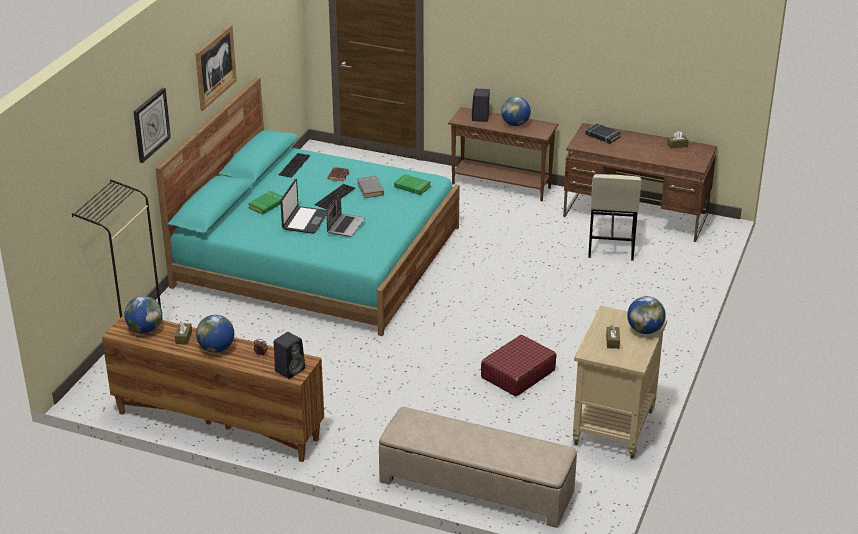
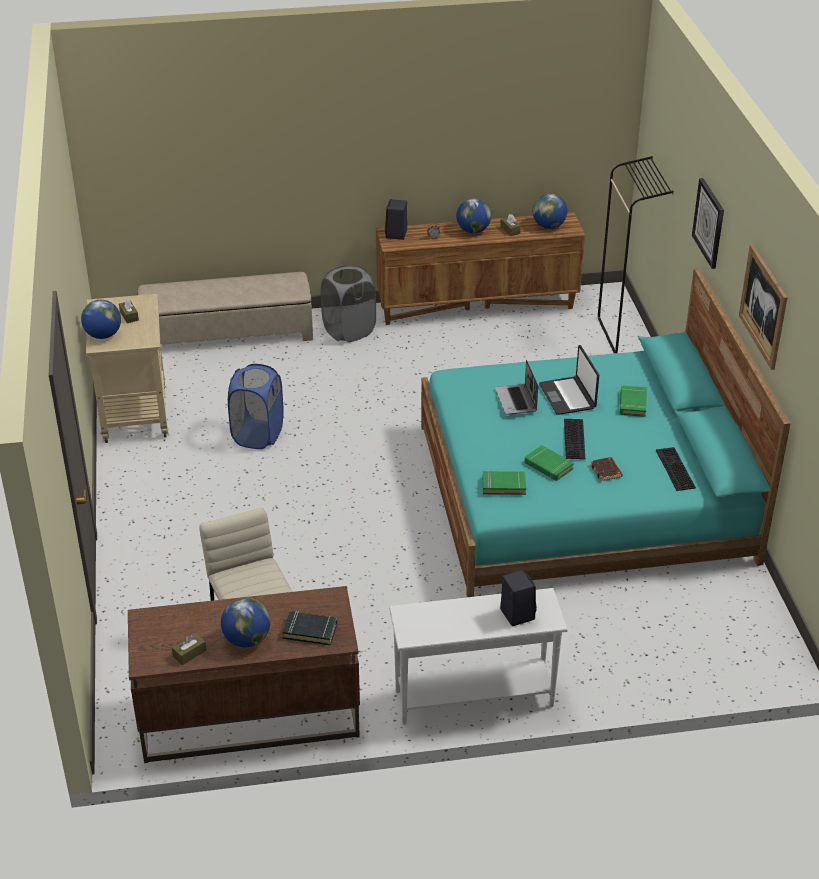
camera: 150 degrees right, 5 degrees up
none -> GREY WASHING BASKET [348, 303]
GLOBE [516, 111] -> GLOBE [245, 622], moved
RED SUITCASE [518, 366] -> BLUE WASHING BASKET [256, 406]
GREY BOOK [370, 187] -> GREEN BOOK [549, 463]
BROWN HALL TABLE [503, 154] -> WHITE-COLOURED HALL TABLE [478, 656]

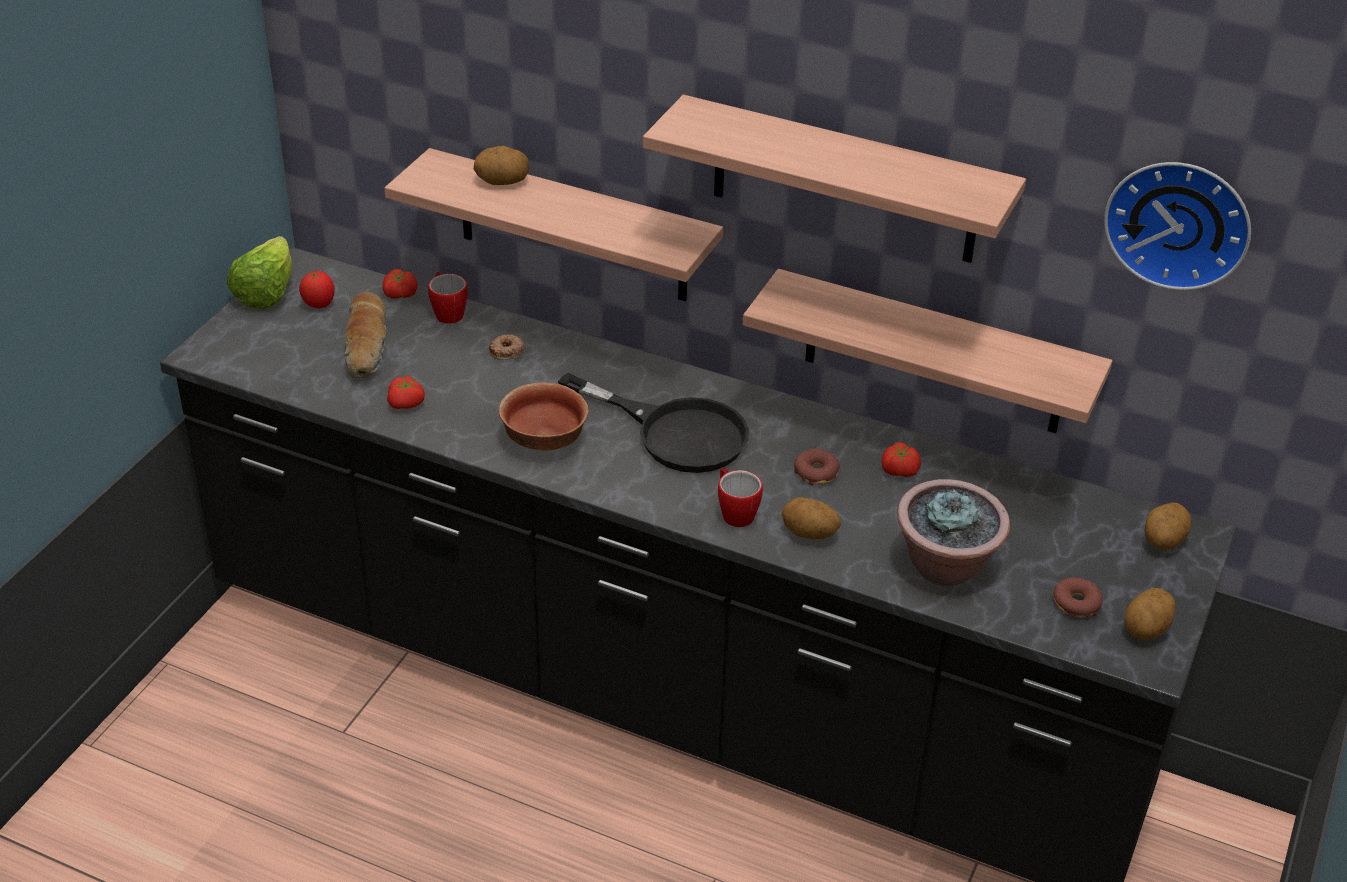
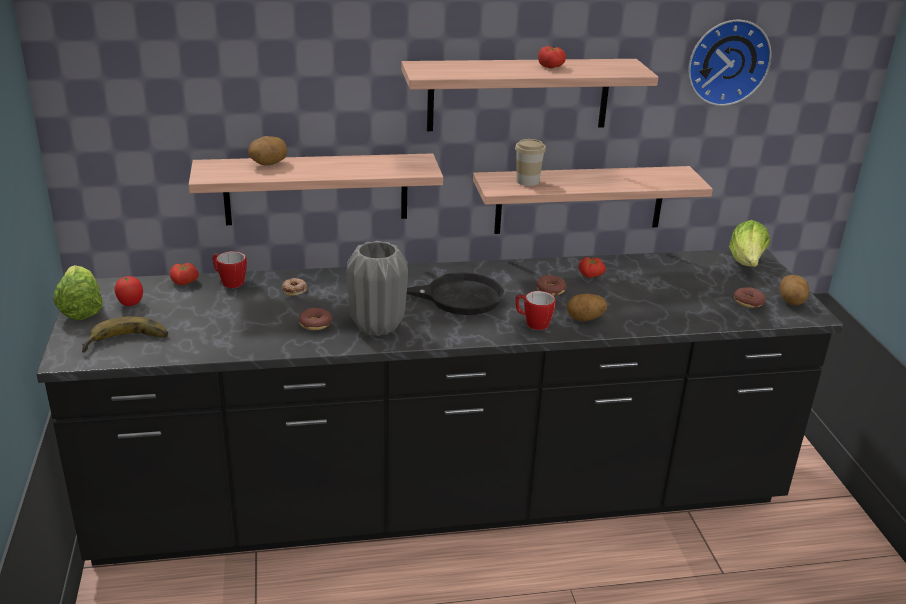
camera: 35 degrees left, 10 degrees down
BAKERY BREAD [365, 335] -> none
PLANT IN A POT [953, 532] -> none
none -> BANANA FRUIT [125, 334]
none -> DOUGHNUT [315, 319]
none -> CUP [530, 162]
FRESH TOMATO [406, 392] -> FRESH TOMATO [552, 57], moved
SERVING BOWL [544, 416] -> GREY DECORATIVE VASE [377, 288]
POTATO [1168, 526] -> HEAD OF LETTUCE [749, 243]

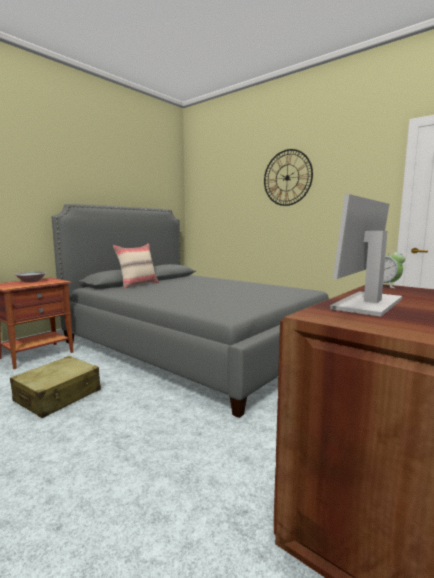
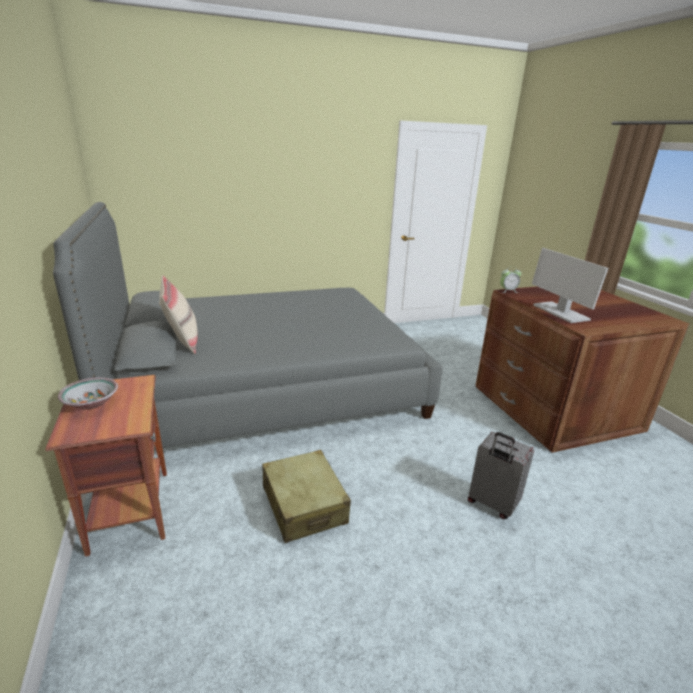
camera: 60 degrees left, 15 degrees up
HANGING CLOCK [288, 177] -> none
none -> GREY SUITCASE [501, 475]

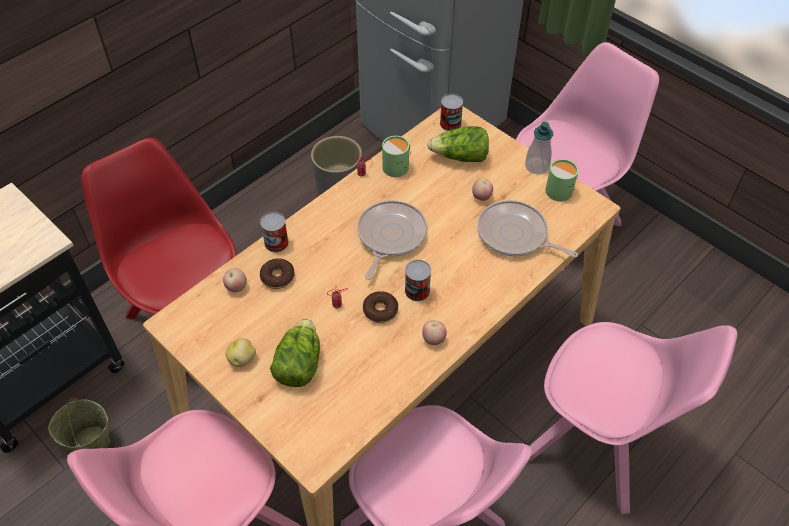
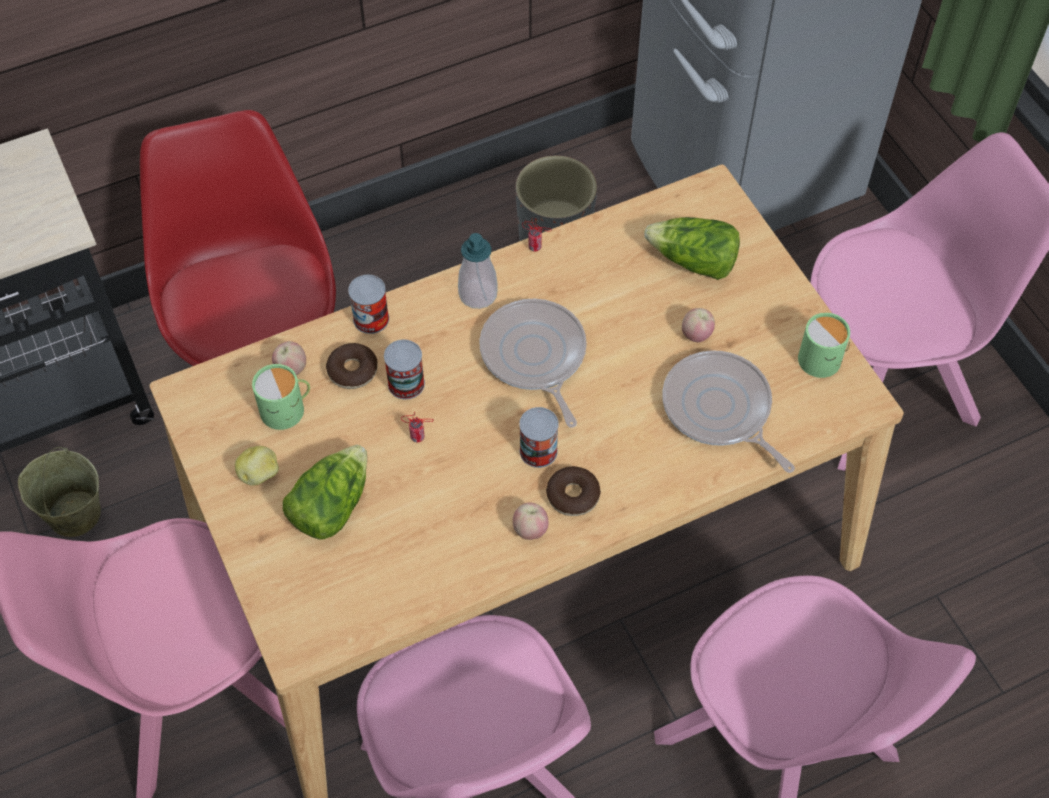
camera: 20 degrees right, 5 degrees up
DOUGHNUT [380, 307] -> DOUGHNUT [573, 491], moved
GREEN COFFEE MUG [396, 156] -> GREEN COFFEE MUG [281, 397], moved
SEALED CAN [451, 112] -> SEALED CAN [404, 369], moved
SOAP BOTTLE [539, 148] -> SOAP BOTTLE [478, 271], moved
FRYING PAN [392, 240] -> FRYING PAN [533, 363], 60 degrees counterclockwise

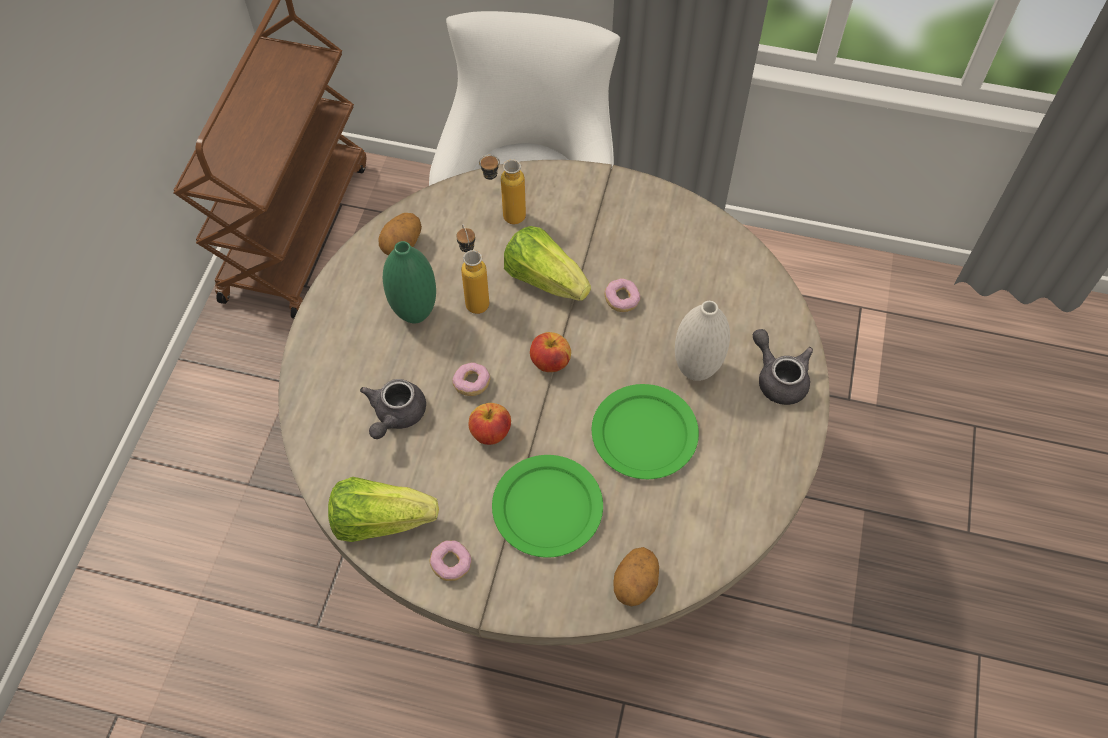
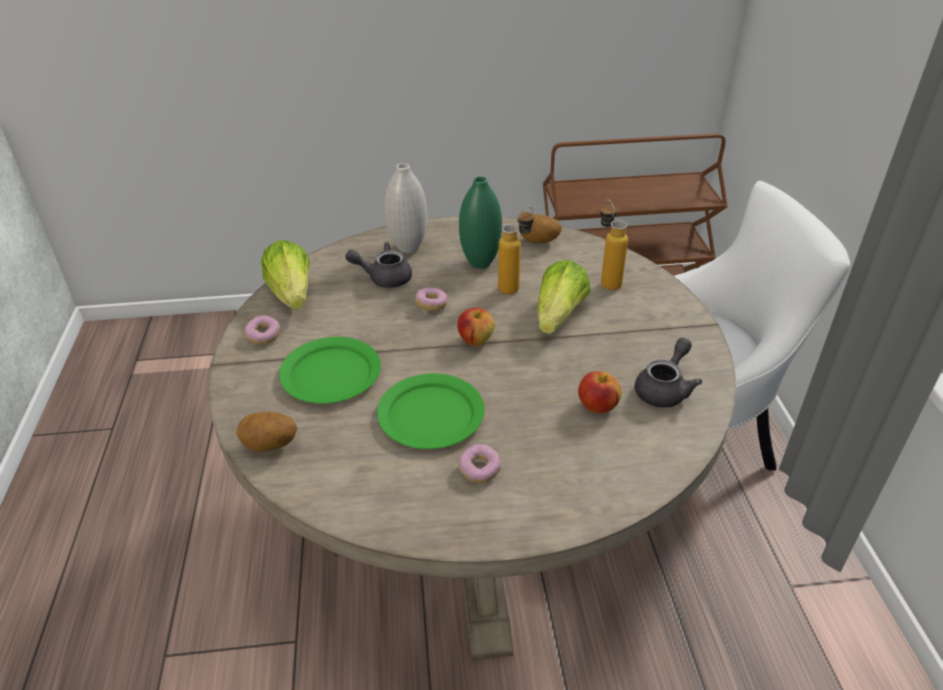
camera: 70 degrees right, 20 degrees down
APPLE FRUIT [490, 424] -> APPLE FRUIT [600, 392], moved
DOUGHNUT [622, 295] -> DOUGHNUT [480, 463], moved
WHITE-COLOURED DECORATIVE VASE [702, 341] -> WHITE-COLOURED DECORATIVE VASE [406, 208], moved
GREY TEAPOT [783, 367] -> GREY TEAPOT [668, 373], moved

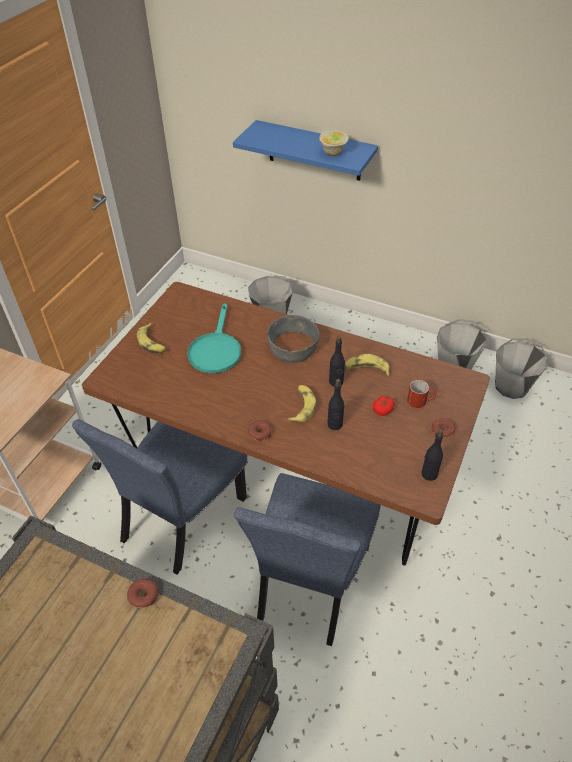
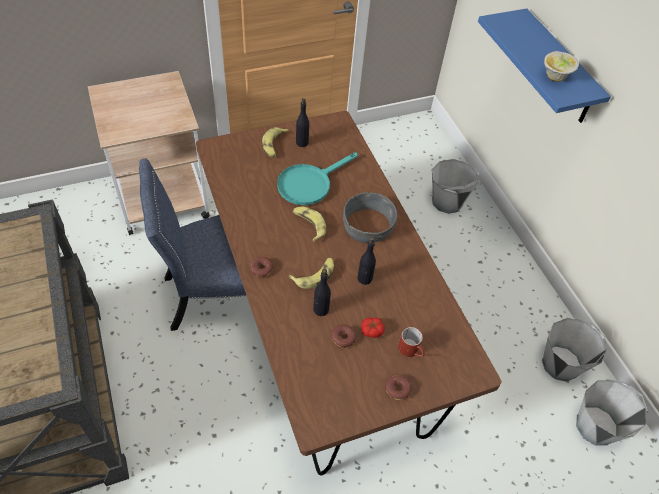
camera: 40 degrees right, 5 degrees up
BLUE CHAIR [307, 559] -> none
DOUGHNUT [143, 593] -> DOUGHNUT [343, 336], moved
BANANA FRUIT [367, 365] -> BANANA FRUIT [309, 224], moved
BLACK BOTTLE [432, 455] -> BLACK BOTTLE [302, 122], moved

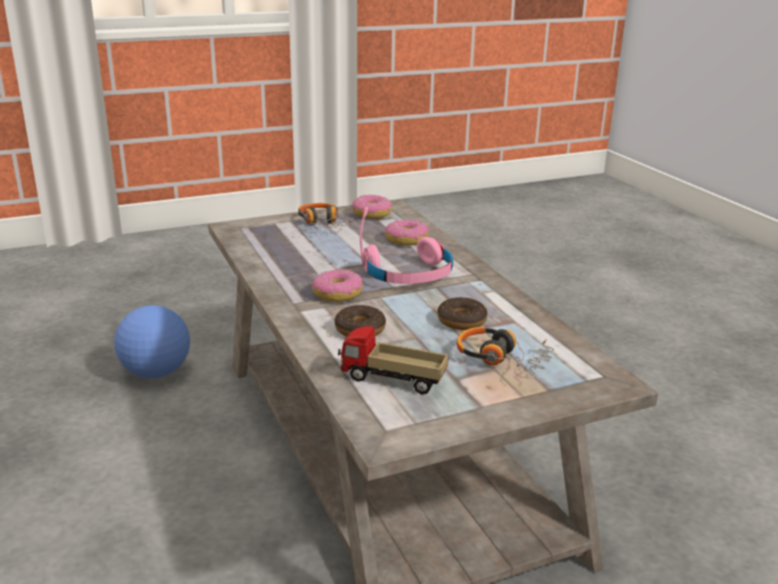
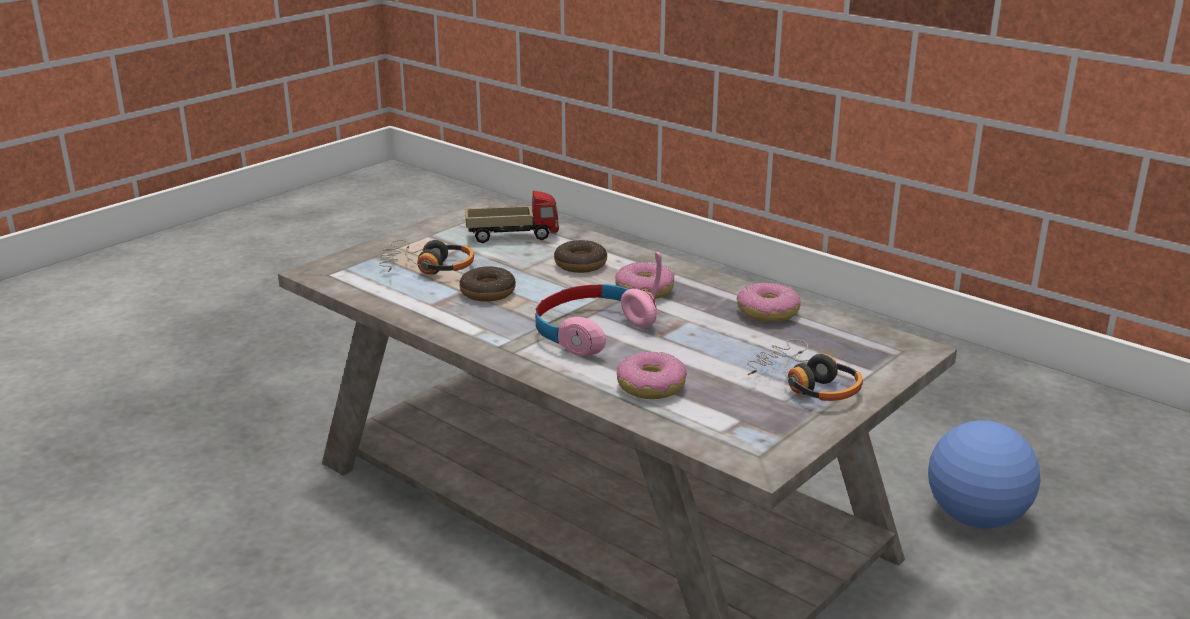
camera: 155 degrees right, 0 degrees up
DOUGHNUT [372, 207] -> DOUGHNUT [768, 302], moved

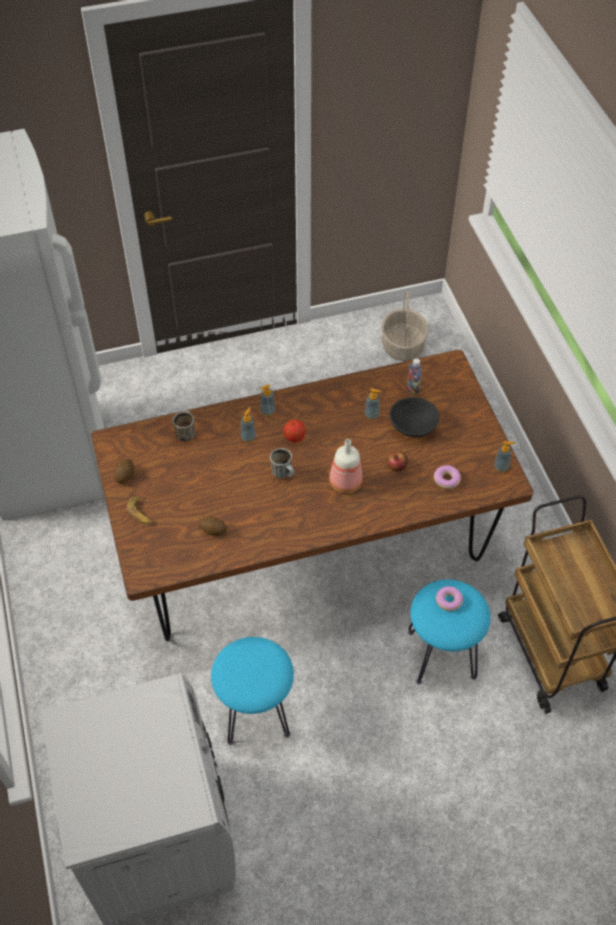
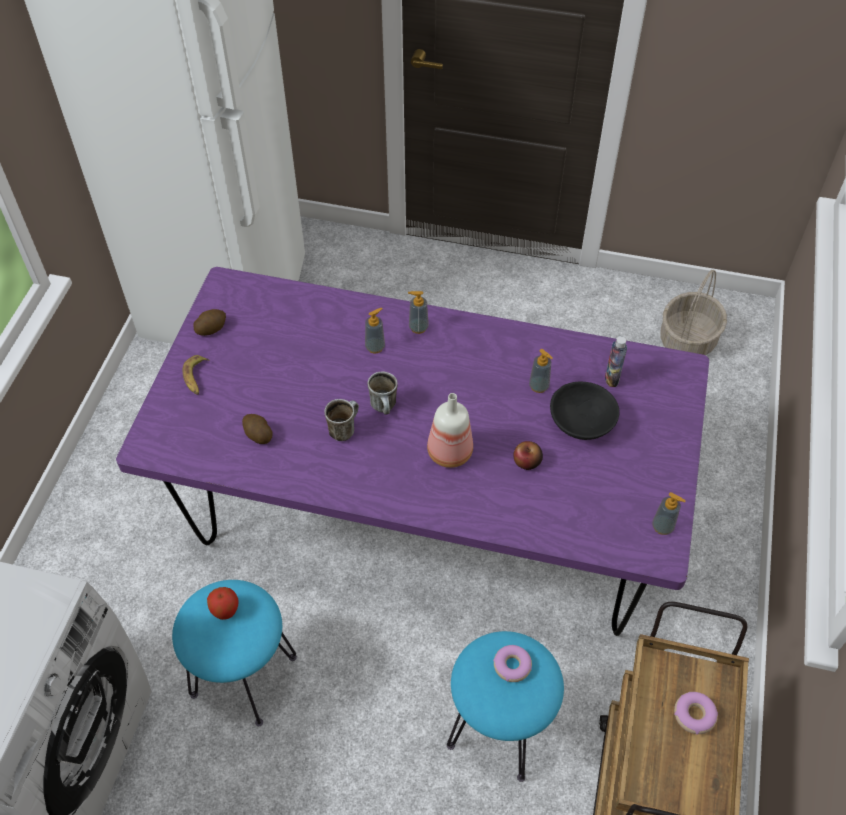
camera: 30 degrees right, 0 degrees up
COFFEE MUG [184, 426] -> COFFEE MUG [341, 420], moved
APPLE FRUIT [294, 431] -> APPLE FRUIT [222, 603], moved
DOUGHNUT [447, 477] -> DOUGHNUT [696, 713], moved
BROWN DINING TABLE [312, 495] -> PURPLE DINING TABLE [412, 451]

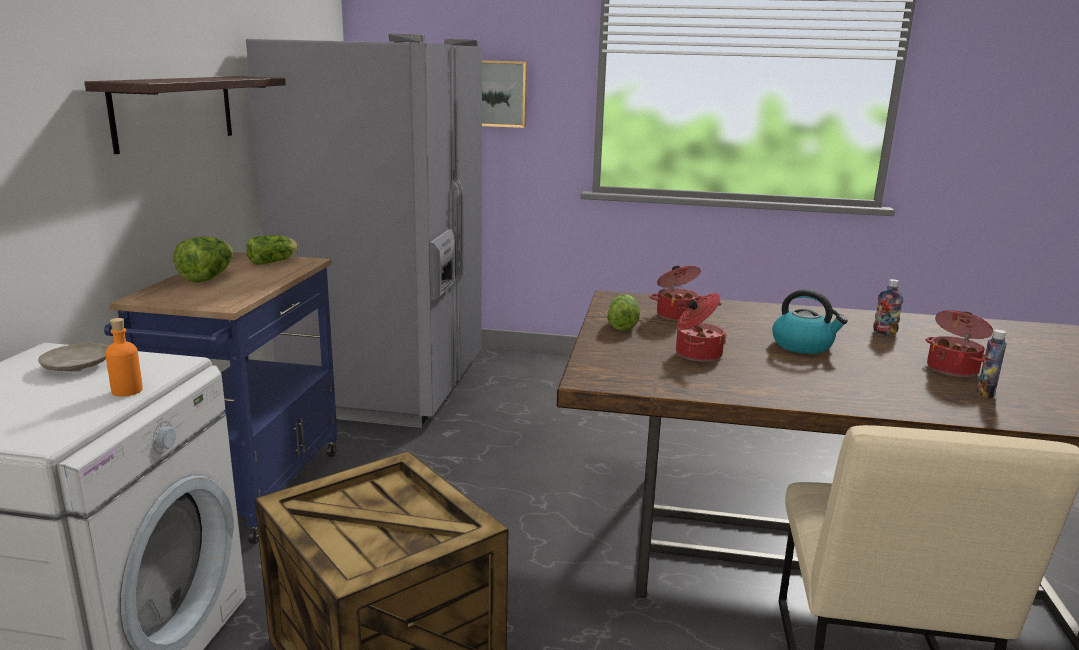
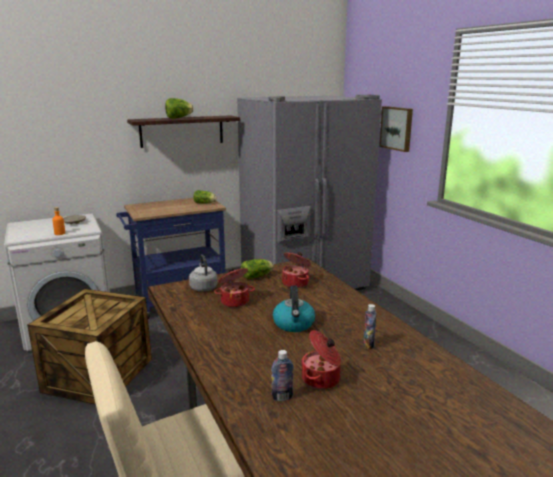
camera: 55 degrees right, 0 degrees up
none -> GREY TEA KETTLE [203, 273]
HEAD OF LETTUCE [203, 260] -> HEAD OF LETTUCE [179, 108], moved

